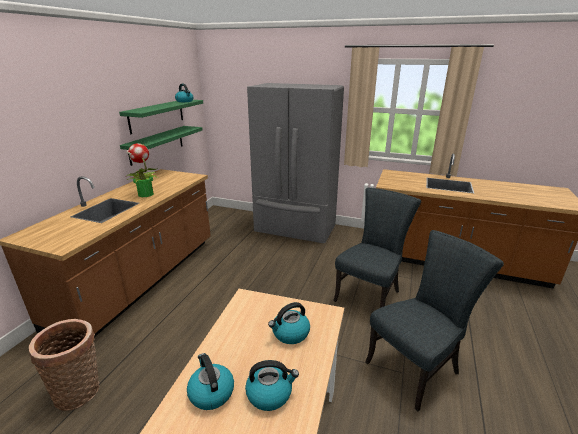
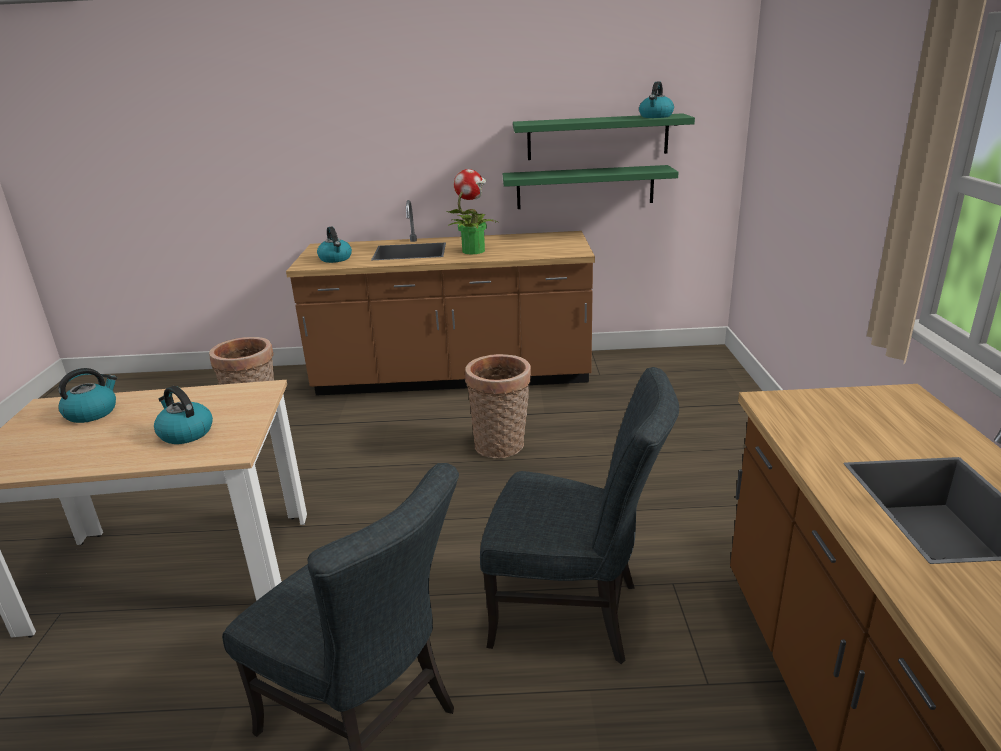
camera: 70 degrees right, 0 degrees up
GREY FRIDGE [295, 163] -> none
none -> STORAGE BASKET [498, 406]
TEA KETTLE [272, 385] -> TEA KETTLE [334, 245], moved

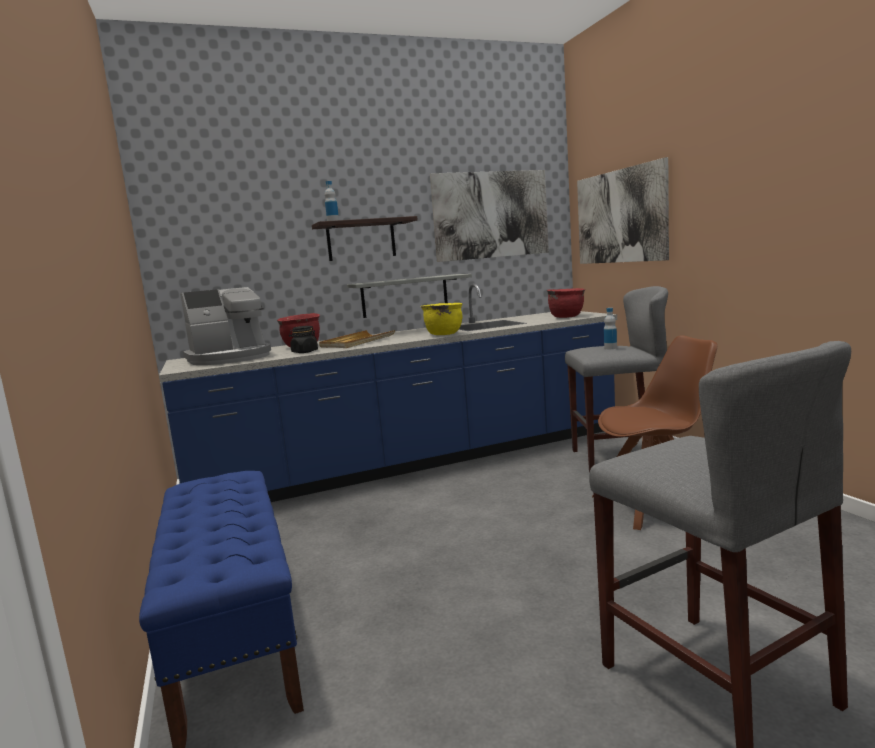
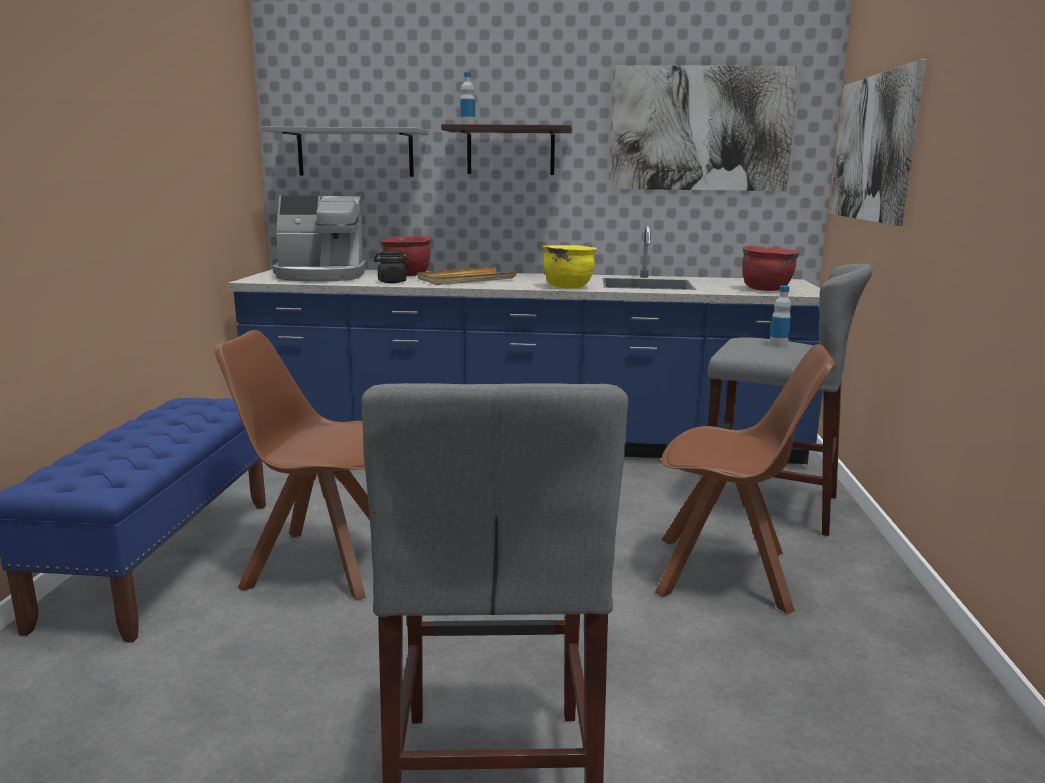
camera: 25 degrees right, 5 degrees up
none -> BROWN CHAIR [292, 465]
GREY WALL SHELF [409, 296] -> GREY WALL SHELF [345, 152], moved

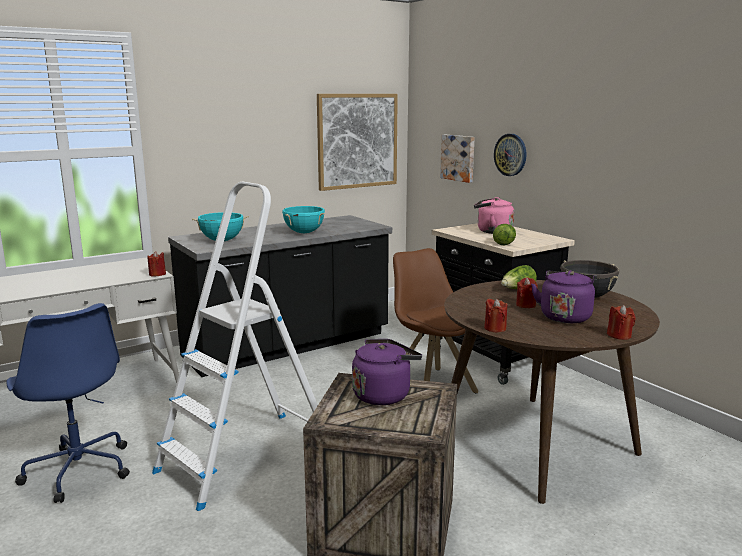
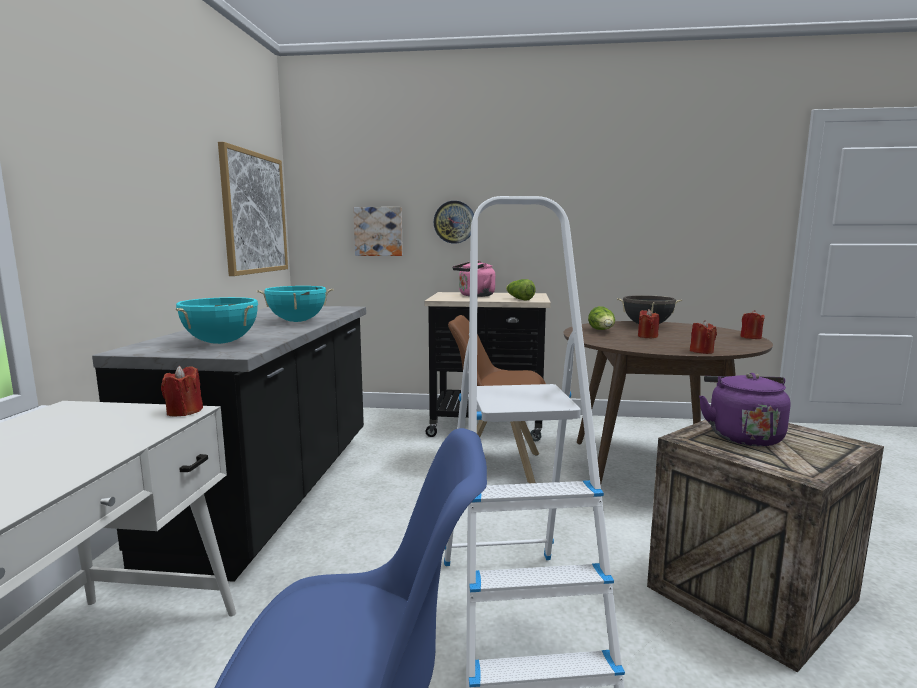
camera: 50 degrees left, 5 degrees down
PURPLE TEA KETTLE [564, 296] -> none

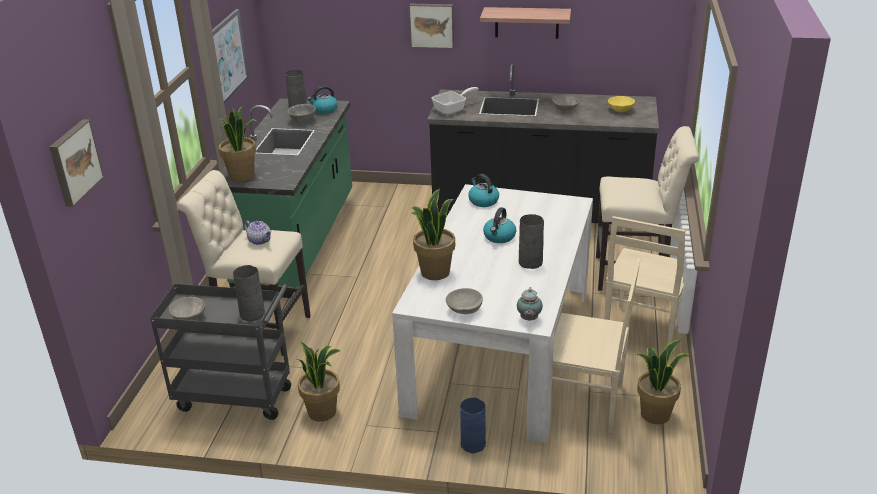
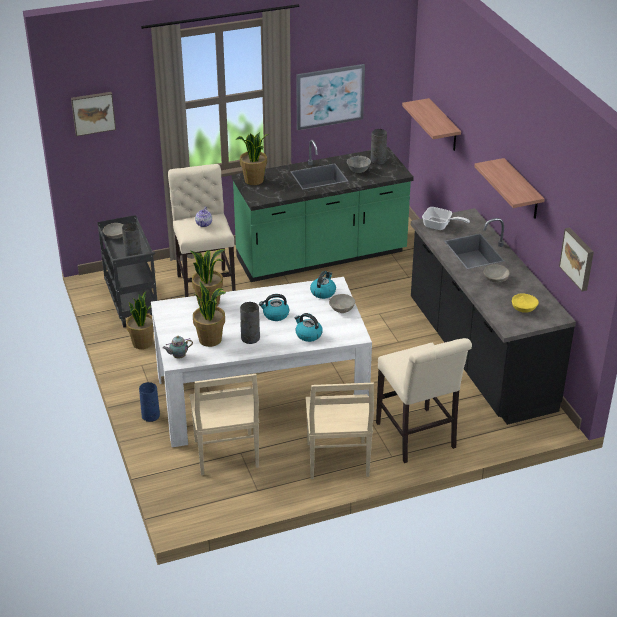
camera: 60 degrees right, 5 degrees up
none -> WALL SHELF [431, 124]
TEA KETTLE [322, 100] -> TEA KETTLE [308, 327], moved
WALL ART [431, 26] -> WALL ART [576, 259], moved
GREY SERVING BOWL [464, 301] -> GREY SERVING BOWL [342, 303], moved
PLANT IN A POT [663, 381] -> PLANT IN A POT [209, 314], moved
BEIGE CHAIR [645, 280] -> BEIGE CHAIR [340, 431], 90 degrees counterclockwise

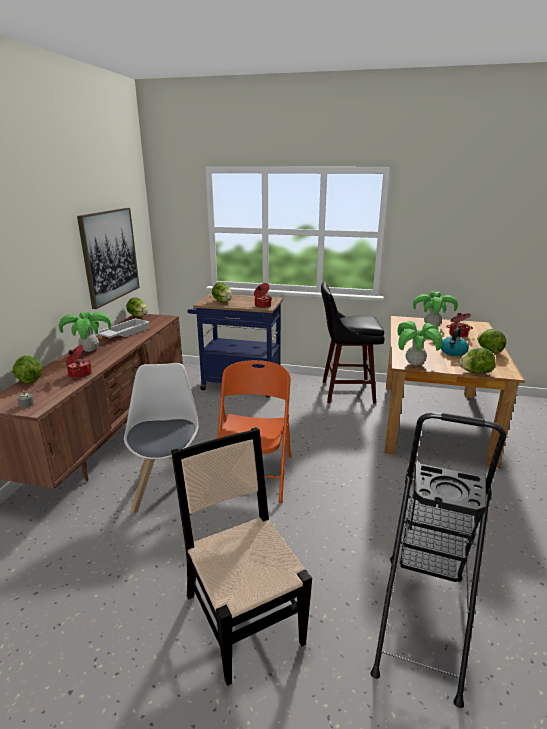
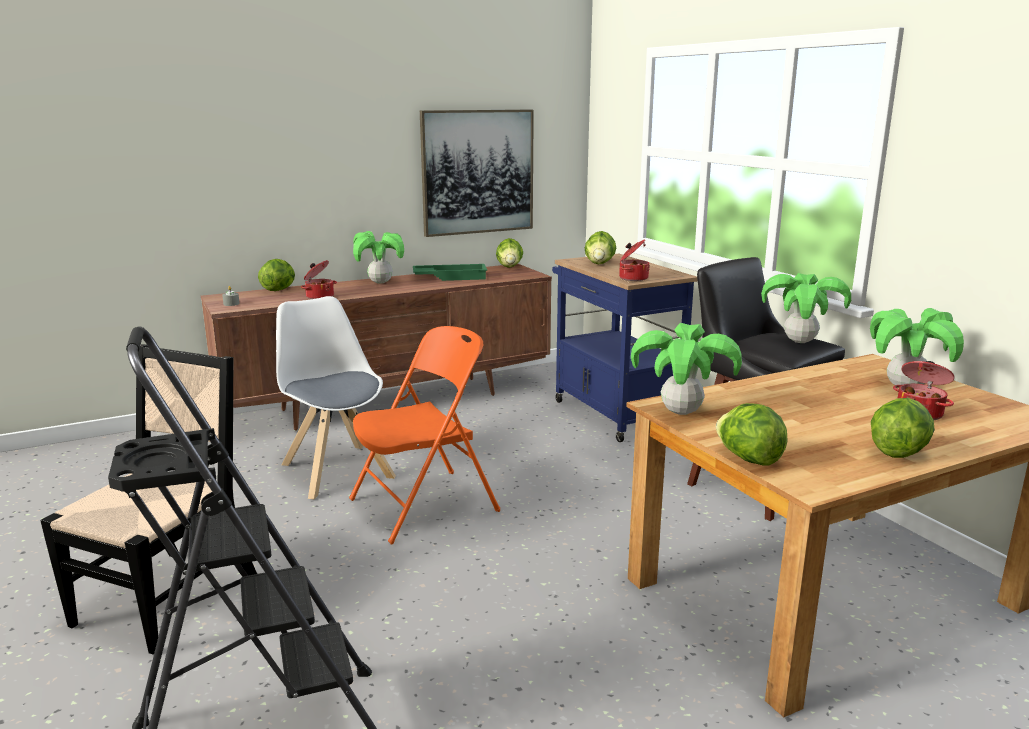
camera: 50 degrees right, 5 degrees down
TEA KETTLE [455, 342] -> none
none -> PLANT IN A POT [806, 308]
WHITE-COLOURED TRAY [124, 328] -> GREEN TRAY [450, 272]
CHAIR [161, 438] -> CHAIR [336, 398], 75 degrees counterclockwise

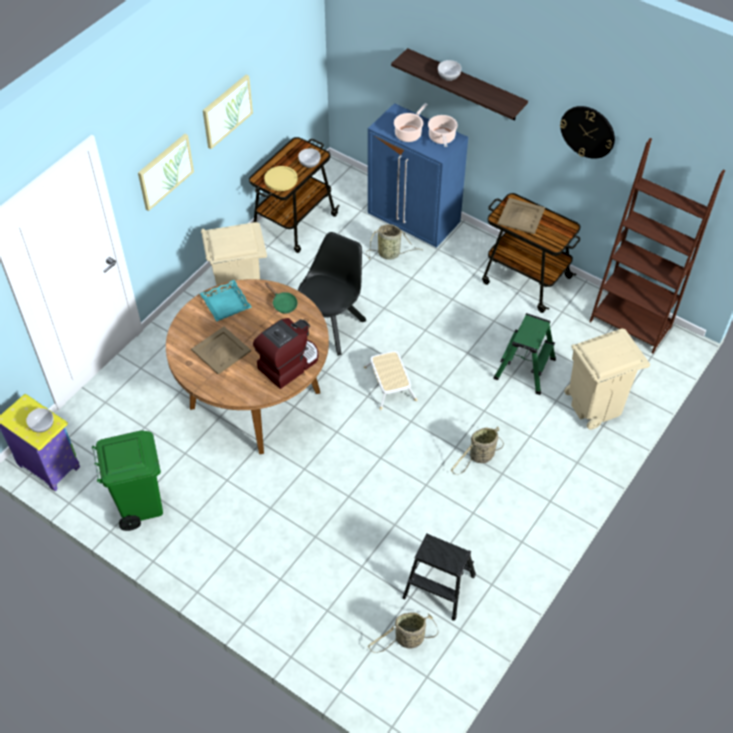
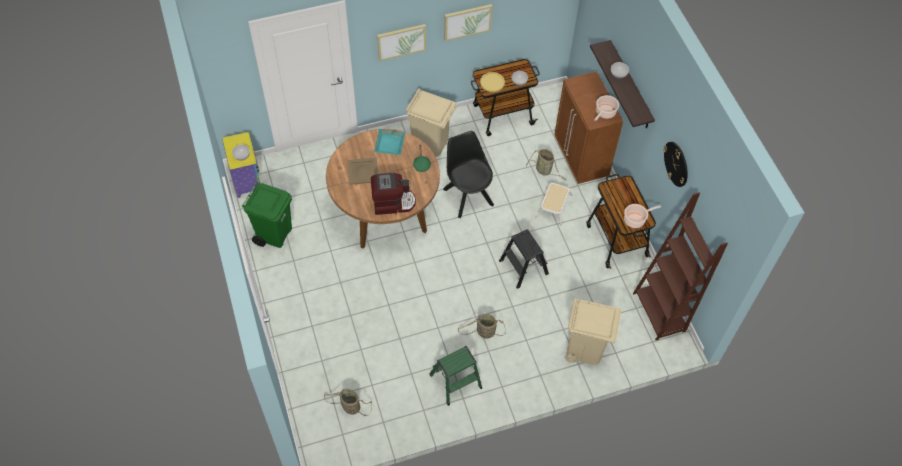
camera: 35 degrees right, 5 degrees up
BEIGE TRAY [521, 216] -> none
BEIGE STEP STOOL [390, 380] -> BEIGE STEP STOOL [554, 204], moved
SAUCEPOT [411, 122] -> SAUCEPOT [642, 216], moved
BLACK STEP STOOL [439, 577] -> BLACK STEP STOOL [524, 259], moved
GREEN STEP STOOL [524, 354] -> GREEN STEP STOOL [455, 376], moved
BLUE STORAGE CABINET [418, 175] -> BROWN STORAGE CABINET [588, 127]
BLACK CHAIR [332, 294] -> BLACK CHAIR [468, 174], 90 degrees counterclockwise

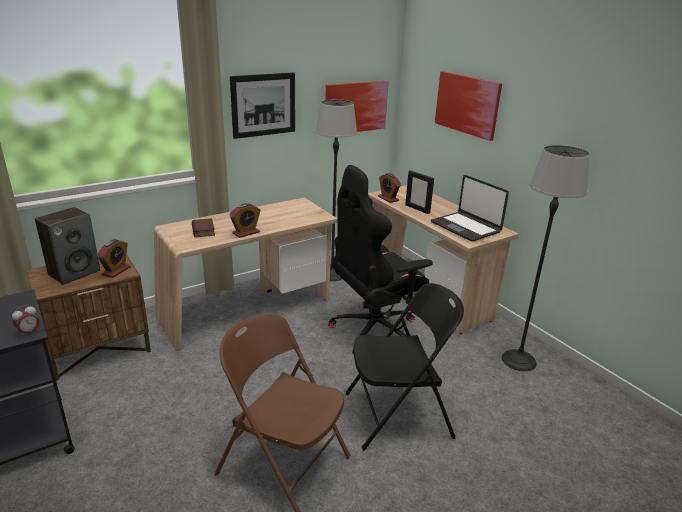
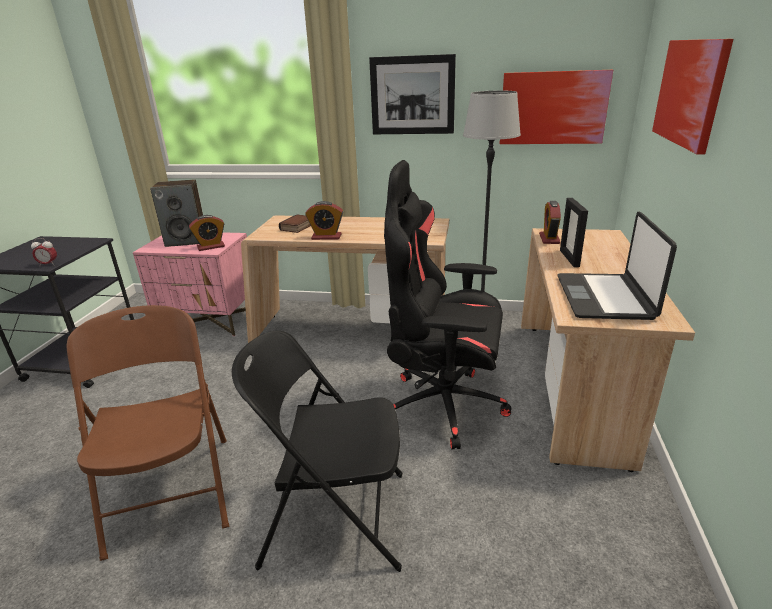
camera: 45 degrees right, 0 degrees up
FLOOR LAMP [546, 258] -> none
BROWN BEDSIDE TABLE [88, 317] -> PINK-COLOURED BEDSIDE TABLE [190, 284]
BLACK CHAIR [405, 367] -> BLACK CHAIR [317, 451], 150 degrees clockwise

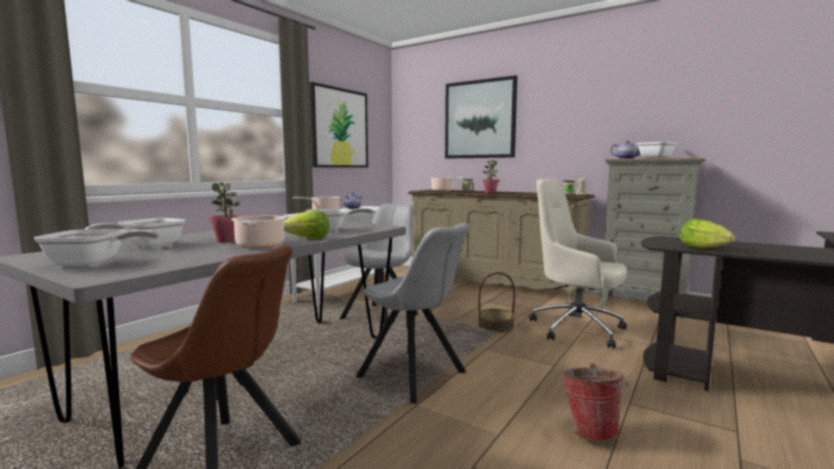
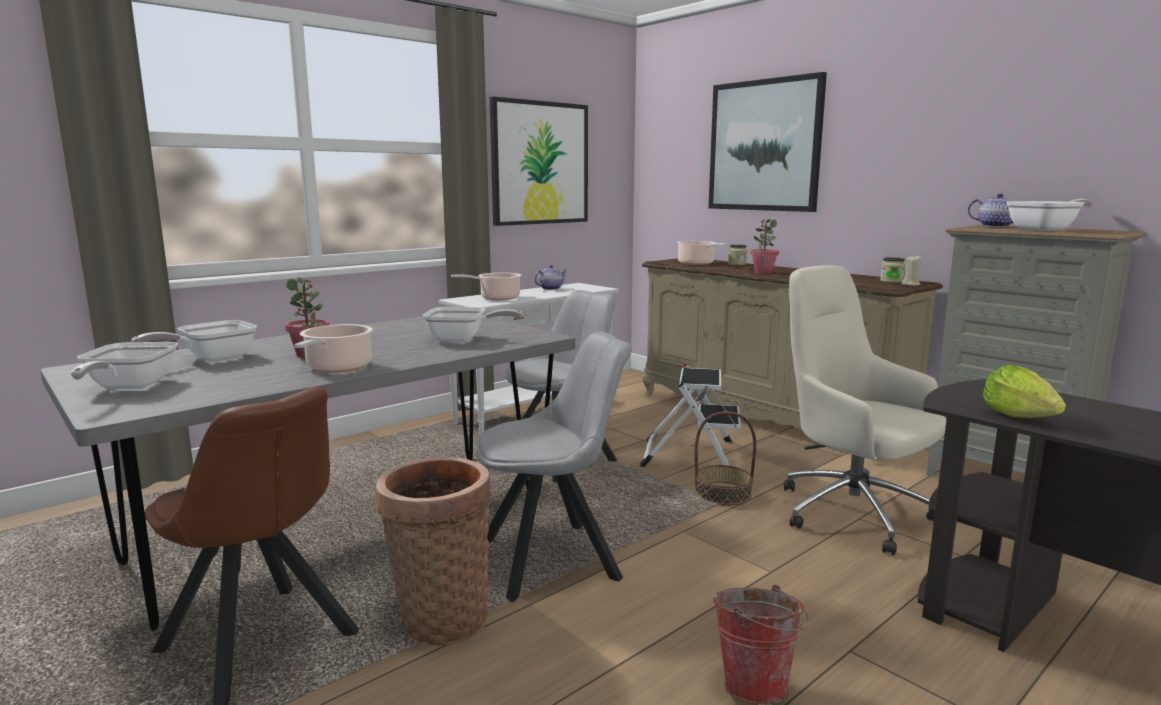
camera: 15 degrees right, 5 degrees up
HEAD OF LETTUCE [306, 225] -> none
none -> STORAGE BASKET [433, 550]
none -> STEP STOOL [690, 415]
FRYING PAN [96, 247] -> FRYING PAN [124, 365], 75 degrees clockwise
GREY CHAIR [413, 313] -> GREY CHAIR [553, 467], 75 degrees counterclockwise

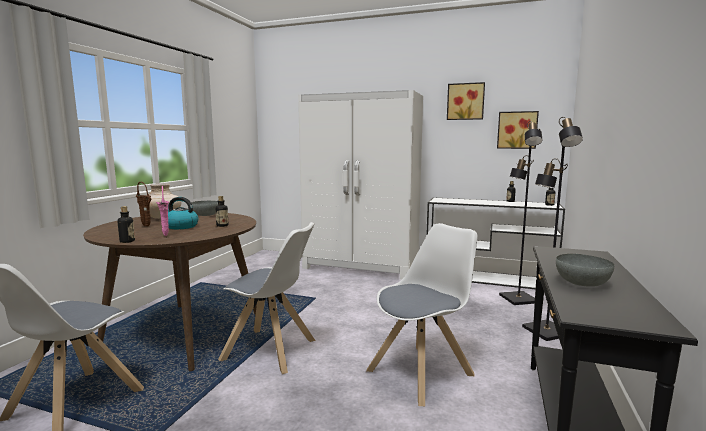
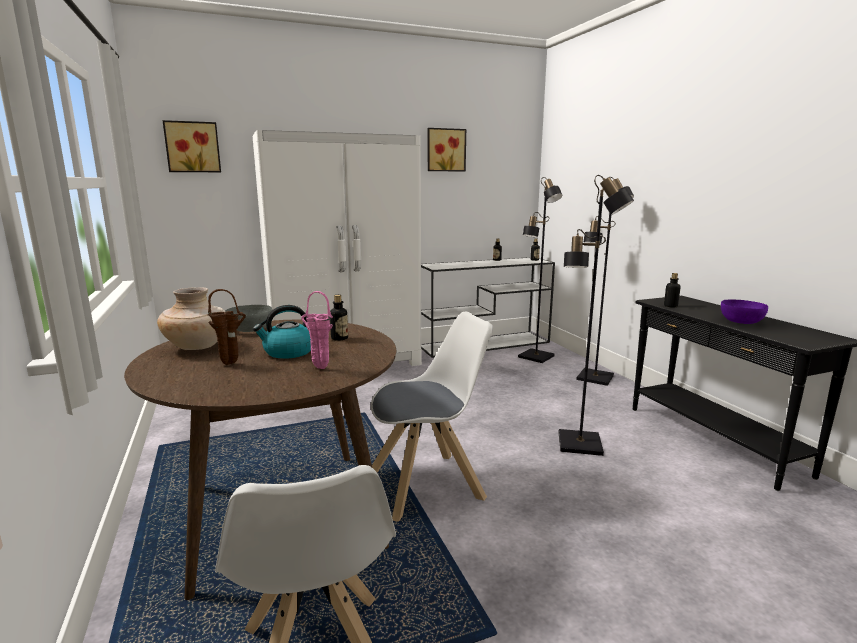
camera: 40 degrees left, 5 degrees up
BOTTLE [126, 224] -> BOTTLE [672, 290], moved
WALL ART [518, 130] -> WALL ART [191, 146], moved
CHAIR [422, 314] -> BLACK FLOOR LAMP [596, 315]
GREY SERVING BOWL [585, 270] -> PURPLE SERVING BOWL [744, 312]

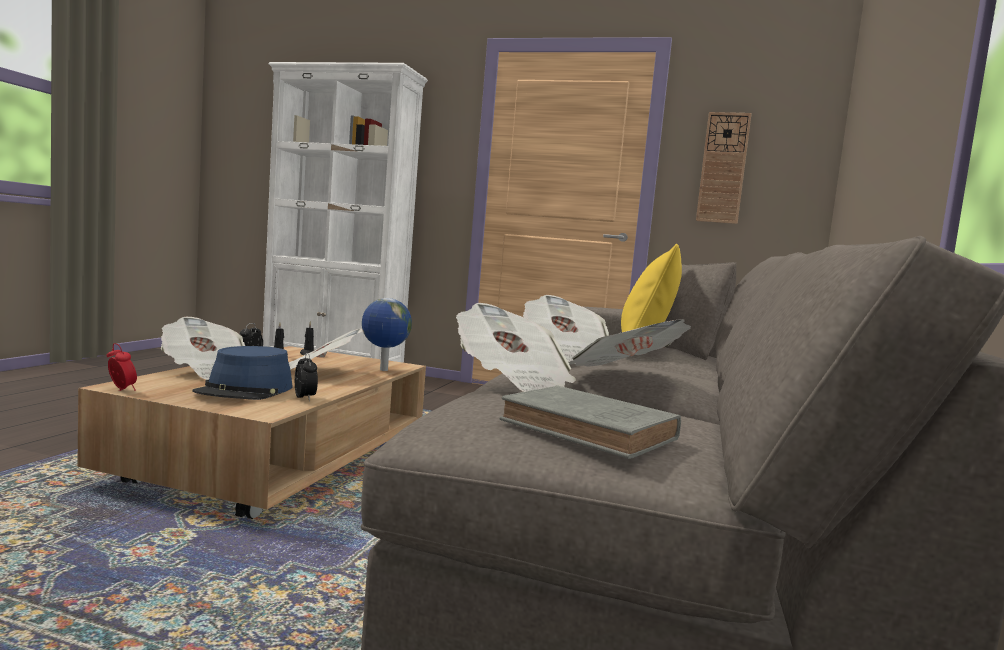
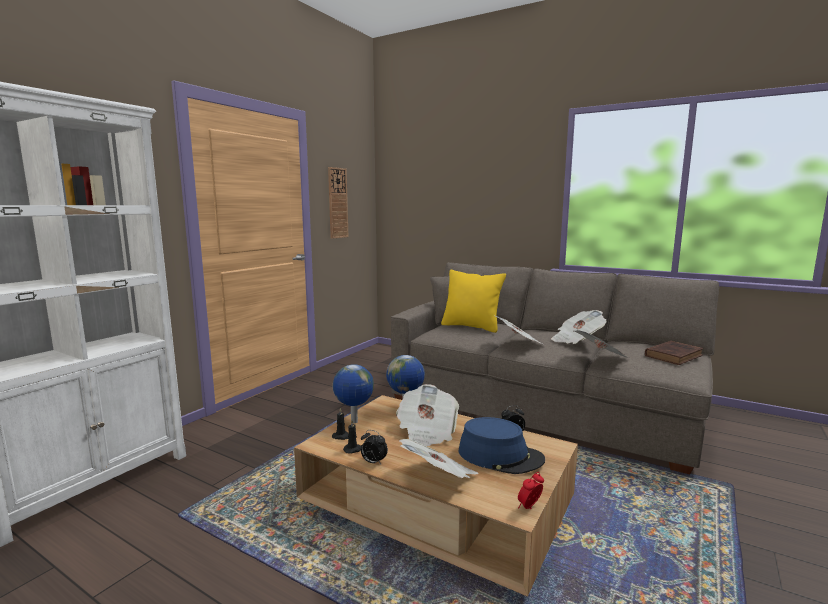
camera: 75 degrees left, 5 degrees up
none -> GLOBE [353, 393]
GREY BOOK [590, 422] -> BROWN BOOK [674, 353]

